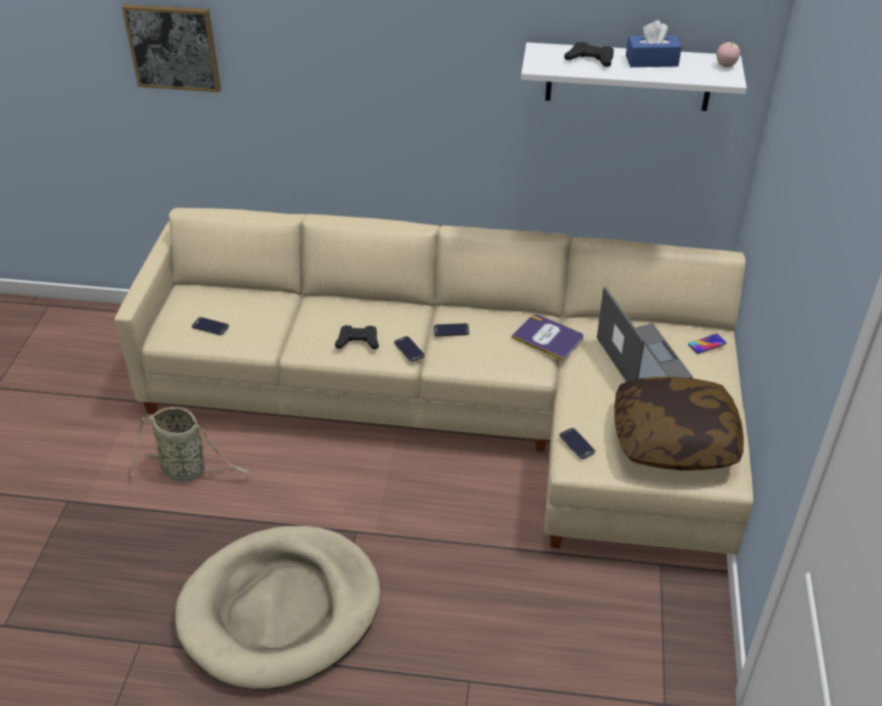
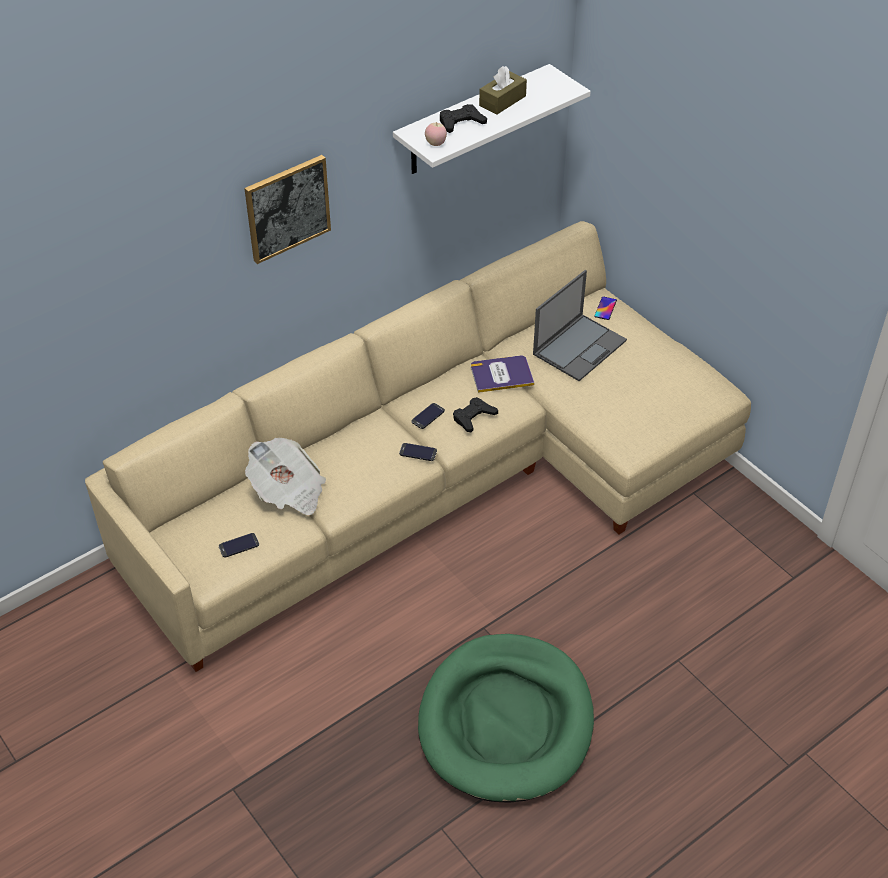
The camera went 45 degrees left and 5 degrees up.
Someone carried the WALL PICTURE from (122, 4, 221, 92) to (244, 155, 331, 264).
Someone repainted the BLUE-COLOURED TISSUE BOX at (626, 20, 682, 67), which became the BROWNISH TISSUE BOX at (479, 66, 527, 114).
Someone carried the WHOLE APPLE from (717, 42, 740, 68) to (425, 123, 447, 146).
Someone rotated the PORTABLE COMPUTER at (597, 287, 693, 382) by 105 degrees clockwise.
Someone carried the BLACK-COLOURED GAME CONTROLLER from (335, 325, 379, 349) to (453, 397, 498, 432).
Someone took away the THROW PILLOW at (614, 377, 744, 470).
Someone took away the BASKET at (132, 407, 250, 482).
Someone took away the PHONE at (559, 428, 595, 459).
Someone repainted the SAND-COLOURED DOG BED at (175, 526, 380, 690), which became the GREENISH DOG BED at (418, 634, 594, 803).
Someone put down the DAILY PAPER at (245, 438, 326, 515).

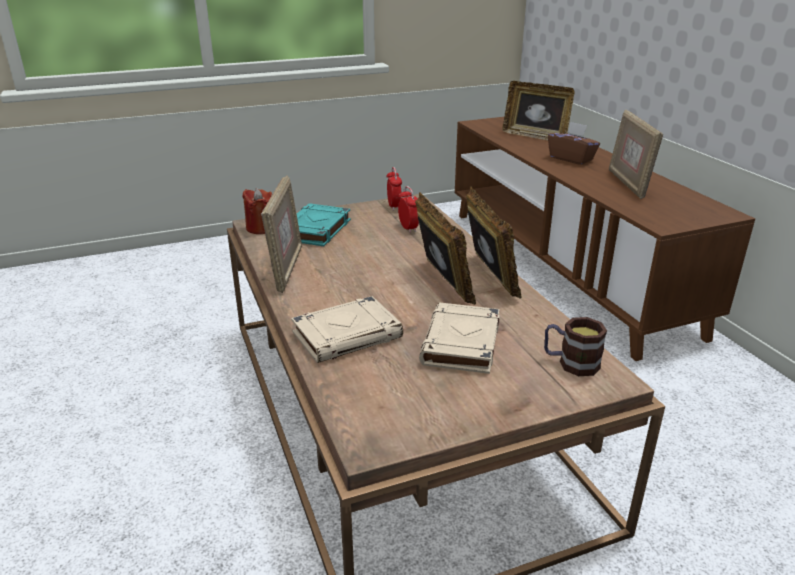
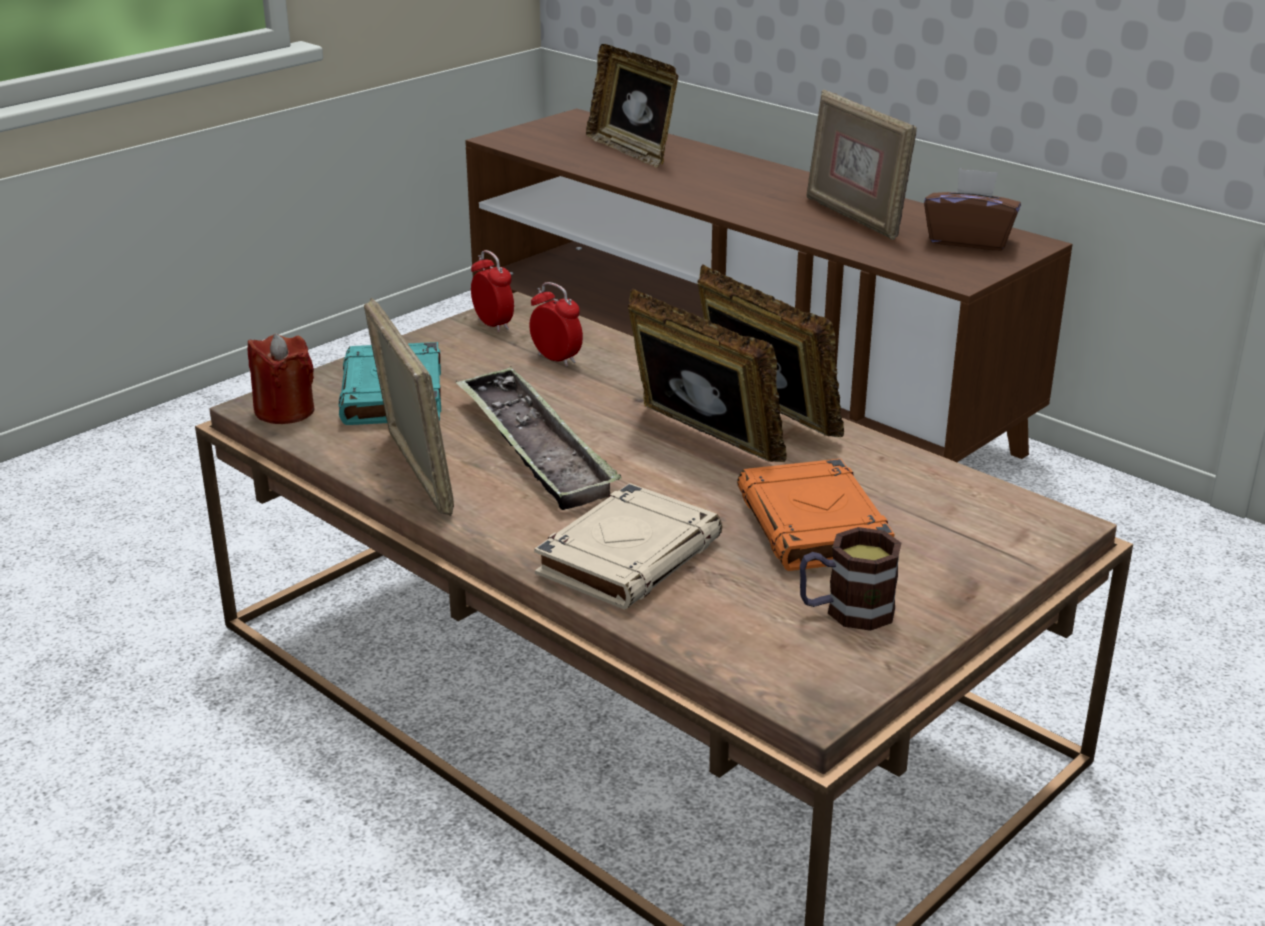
The camera went 25 degrees left and 0 degrees up.
Someone rotated the STANDING FRAME at (502, 81, 574, 141) by 45 degrees clockwise.
Someone carried the BROWNISH TISSUE BOX from (548, 122, 600, 165) to (924, 168, 1021, 250).
Someone repainted the SAND-COLOURED BOUND BOOK at (419, 303, 500, 374), which became the ORANGEY BOUND BOOK at (737, 459, 894, 571).
Someone carried the COFFEE MUG from (544, 317, 607, 376) to (800, 527, 901, 631).
Someone put down the TRAY at (456, 367, 622, 510).

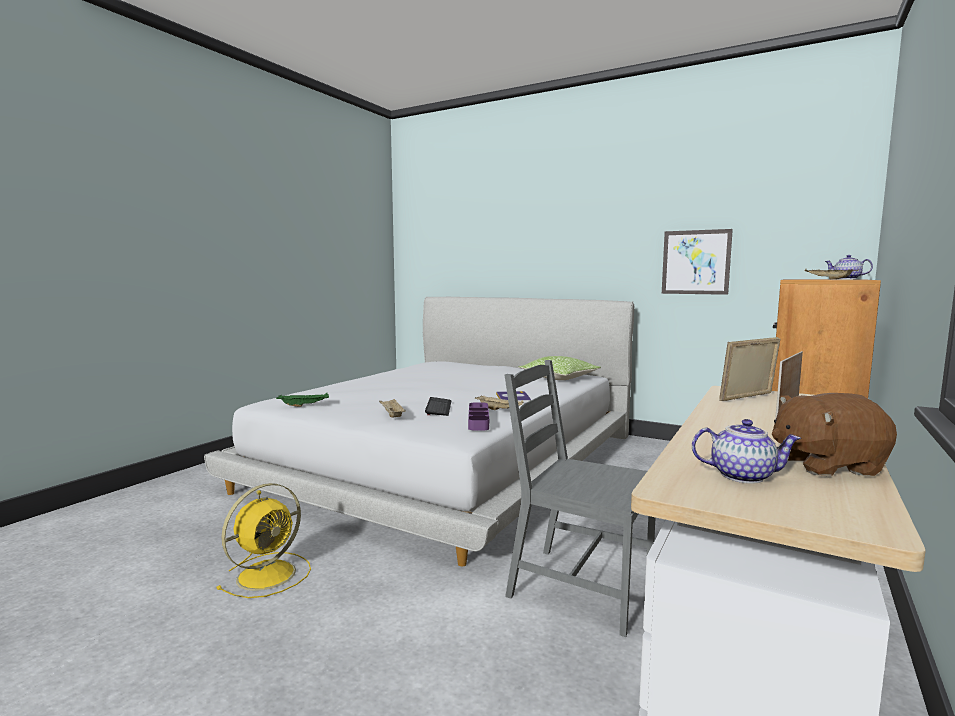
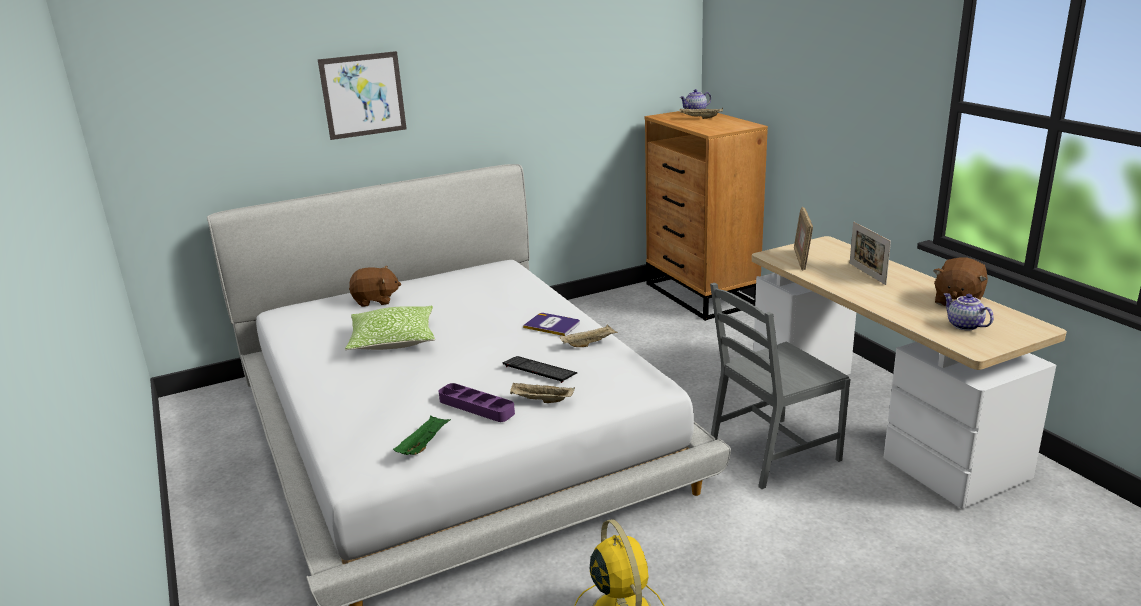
The camera went 55 degrees left and 15 degrees up.
Someone carried the WALL PICTURE from (662, 229, 733, 295) to (318, 51, 407, 140).
Someone carried the THROW PILLOW from (518, 356, 601, 380) to (345, 306, 435, 350).
Someone carried the PURPLE-COLOURED TRAY from (468, 403, 489, 430) to (439, 383, 515, 422).
Someone rotated the TEA POT at (692, 419, 802, 484) by 75 degrees counterclockwise.
Someone put down the BROWNISH SOFT TOY at (349, 266, 401, 307).

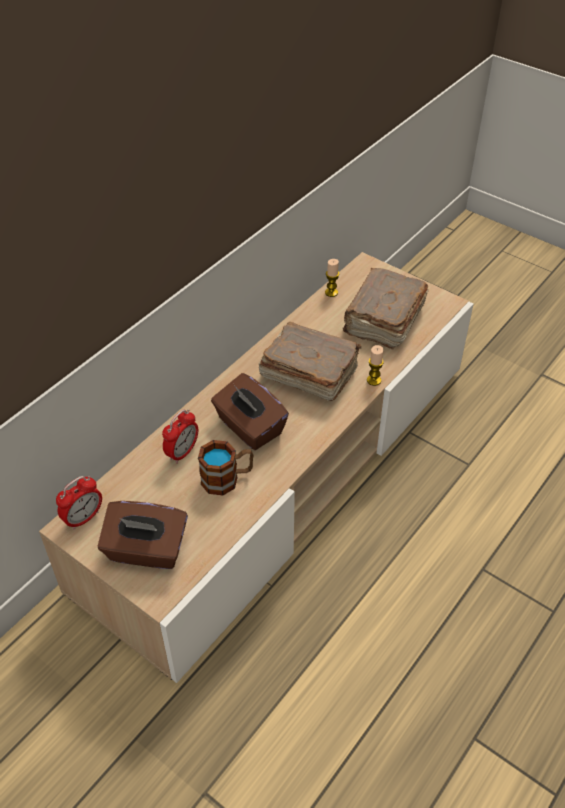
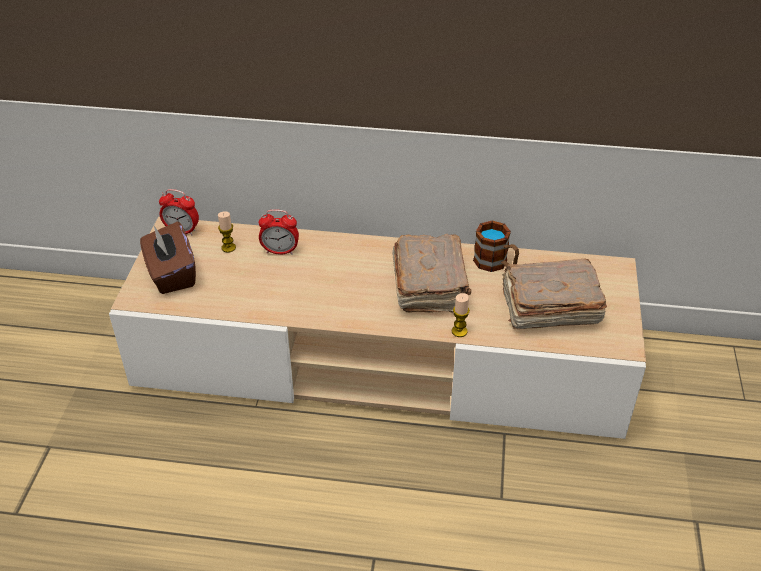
The camera went 60 degrees right and 5 degrees down.
Someone carried the WAX CANDLE from (325, 259, 339, 297) to (218, 211, 236, 253).
Someone took away the BROWNISH TISSUE BOX at (211, 373, 289, 450).
Someone carried the COFFEE MUG from (198, 440, 253, 495) to (473, 221, 519, 272).

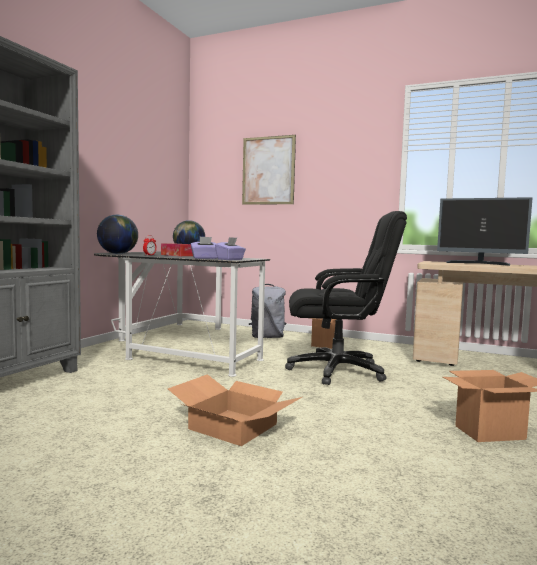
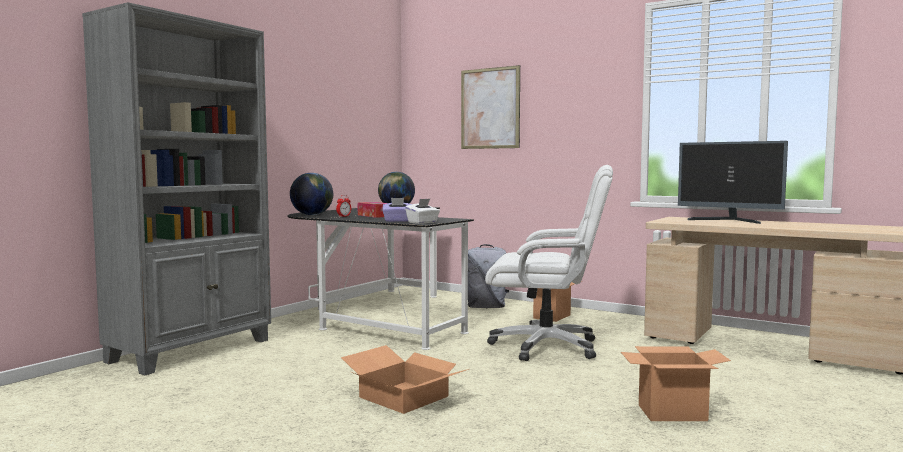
The camera went 10 degrees right and 0 degrees up.
Someone repainted the BLACK-COLOURED OFFICE CHAIR at (285, 211, 407, 385), which became the WHITE OFFICE CHAIR at (485, 165, 613, 361).
Someone repainted the PURPLE-COLOURED TISSUE BOX at (215, 237, 246, 260), which became the WHITE TISSUE BOX at (405, 199, 440, 224).

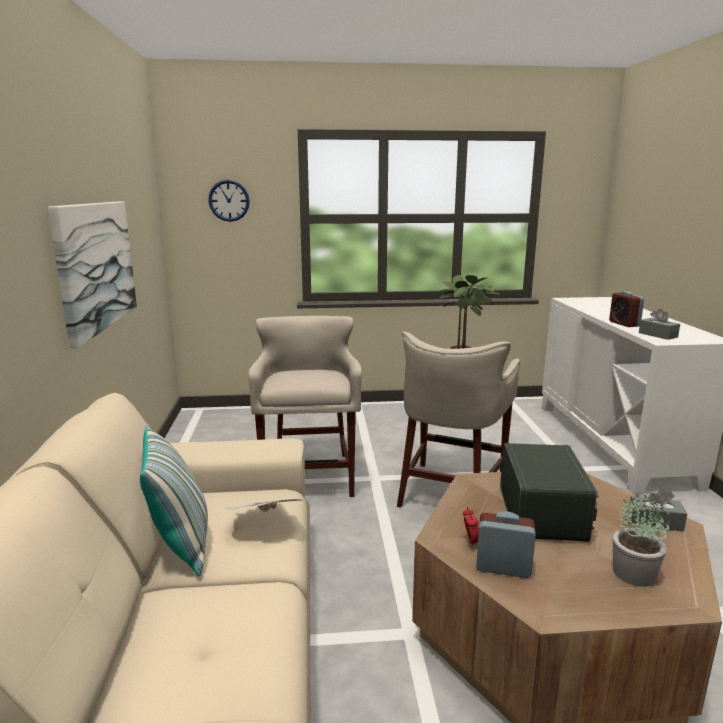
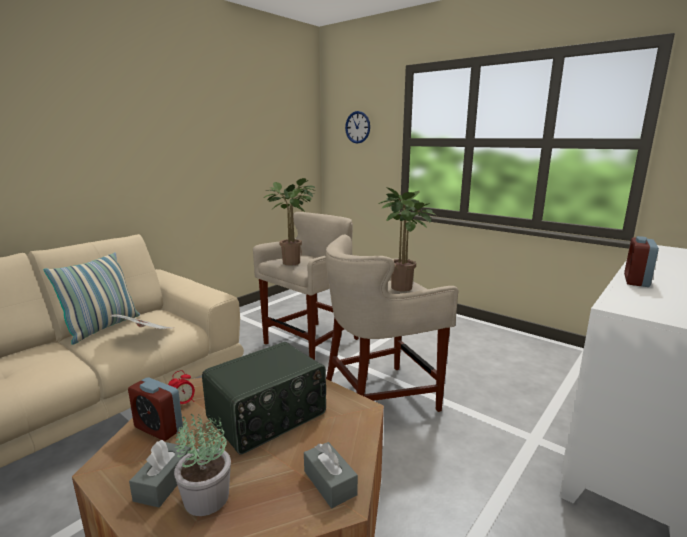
The camera went 45 degrees right and 0 degrees up.
Someone took away the WALL PICTURE at (48, 201, 137, 348).
Someone carried the GRAY TISSUE BOX from (639, 309, 680, 340) to (129, 440, 191, 507).
Someone rotated the ALARM CLOCK at (476, 511, 536, 578) by 150 degrees clockwise.
Someone put down the POTTED PLANT at (264, 178, 315, 265).

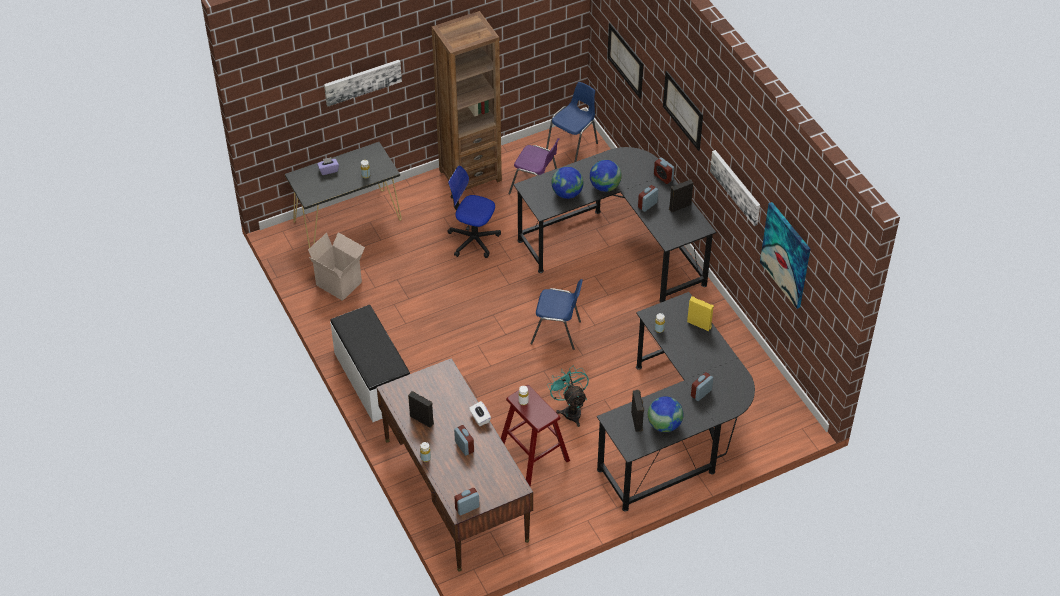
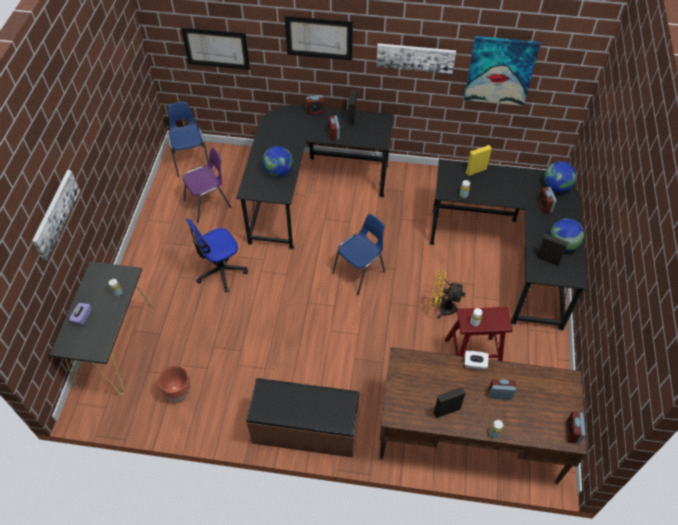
The camera went 55 degrees left and 5 degrees up.
Someone took away the BROWNISH BOOKSHELF at (432, 11, 502, 190).
Someone carried the DESK GLOBE from (590, 160, 622, 192) to (544, 161, 577, 193).
Someone swapped the CARDBOARD BOX at (308, 232, 365, 301) for the BROWNISH PLANTER at (158, 366, 191, 401).
Someone repainted the WHITE BENCH at (330, 305, 410, 422), which became the BROWNISH BENCH at (246, 378, 360, 458).
Someone repainted the TURQUOISE-COLOURED FAN at (547, 366, 589, 427), which became the YELLOW-COLOURED FAN at (430, 270, 465, 319).

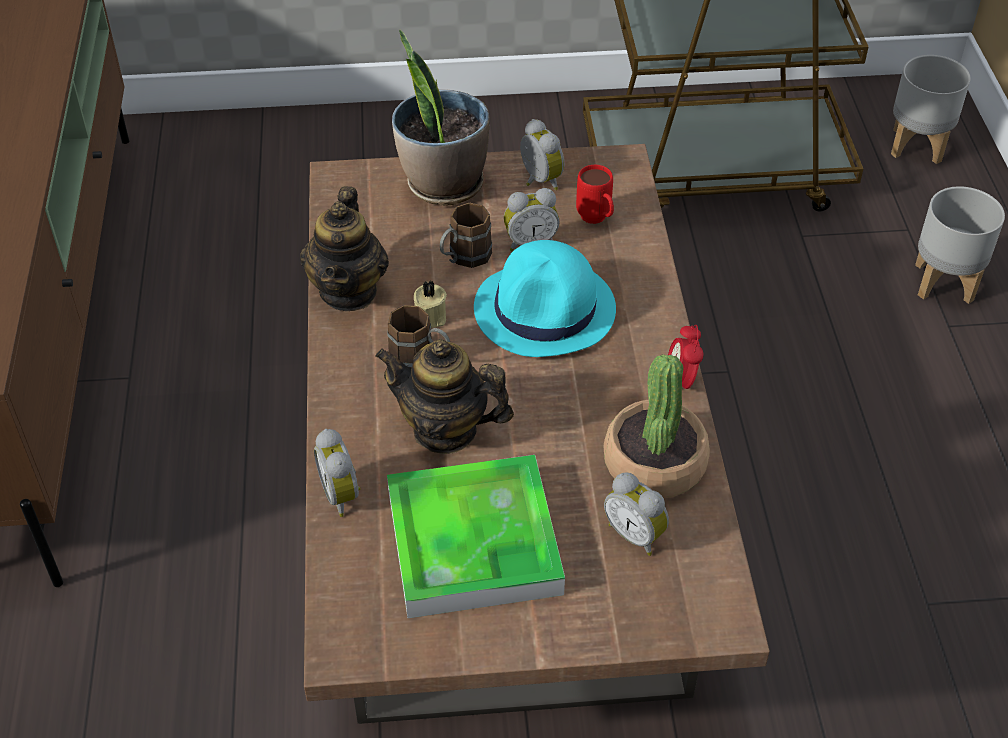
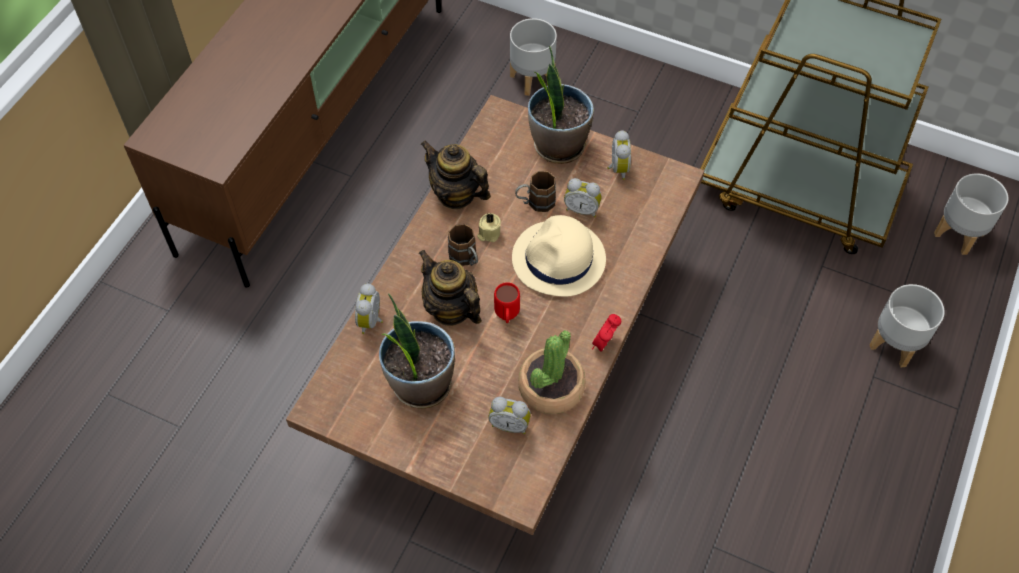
The camera went 30 degrees right and 10 degrees up.
Someone carried the RED COFFEE MUG from (576, 165, 614, 224) to (494, 282, 520, 323).
Someone rotated the TEA POT at (300, 186, 389, 311) by 90 degrees clockwise.
Someone repainted the TURQUOISE-COLOURED CLOTHING HAT at (474, 240, 616, 357), which became the SAND-COLOURED CLOTHING HAT at (512, 215, 606, 297).
Someone swapped the TRAY at (387, 455, 565, 618) for the POTTED PLANT at (379, 294, 455, 409).
Someone rotated the ALARM CLOCK at (604, 472, 669, 556) by 60 degrees counterclockwise.
Someone put down the GRAY PLANTER at (510, 18, 557, 96).

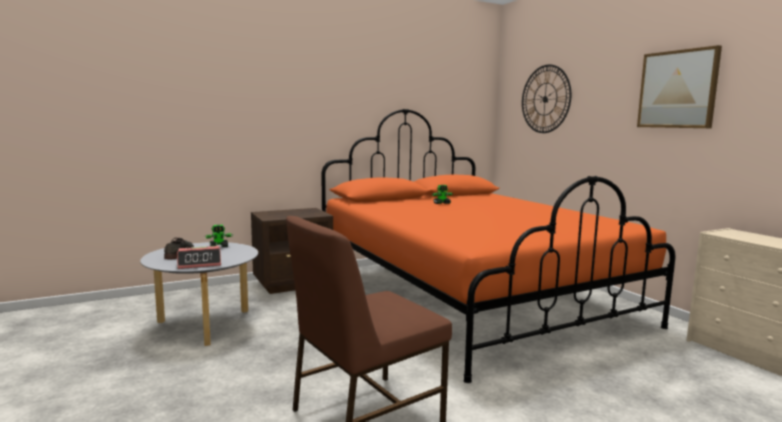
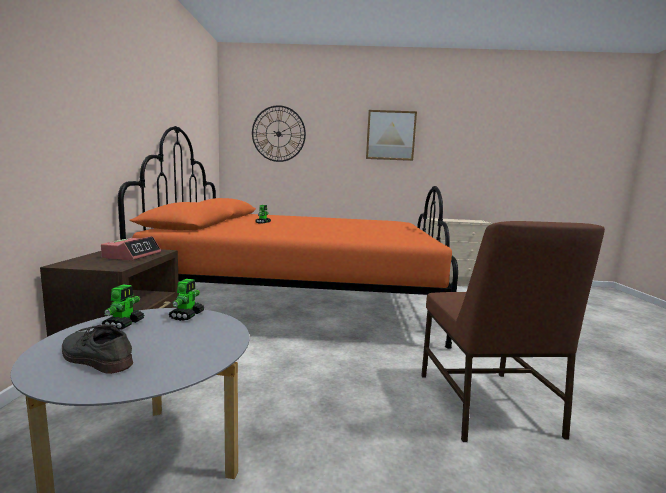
The camera went 60 degrees left and 0 degrees up.
Someone carried the ALARM CLOCK from (177, 246, 221, 269) to (101, 236, 161, 260).
Someone put down the TOY ROBOT at (168, 279, 205, 321).

